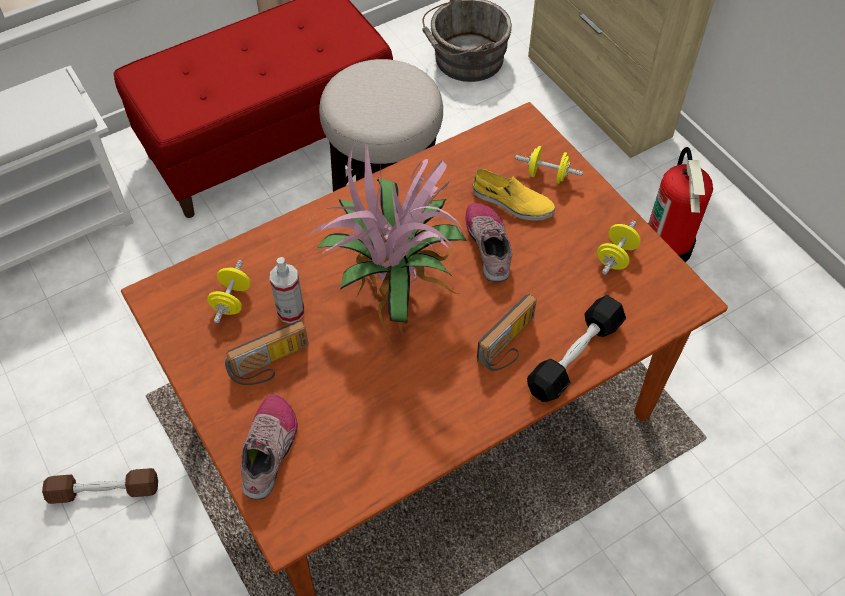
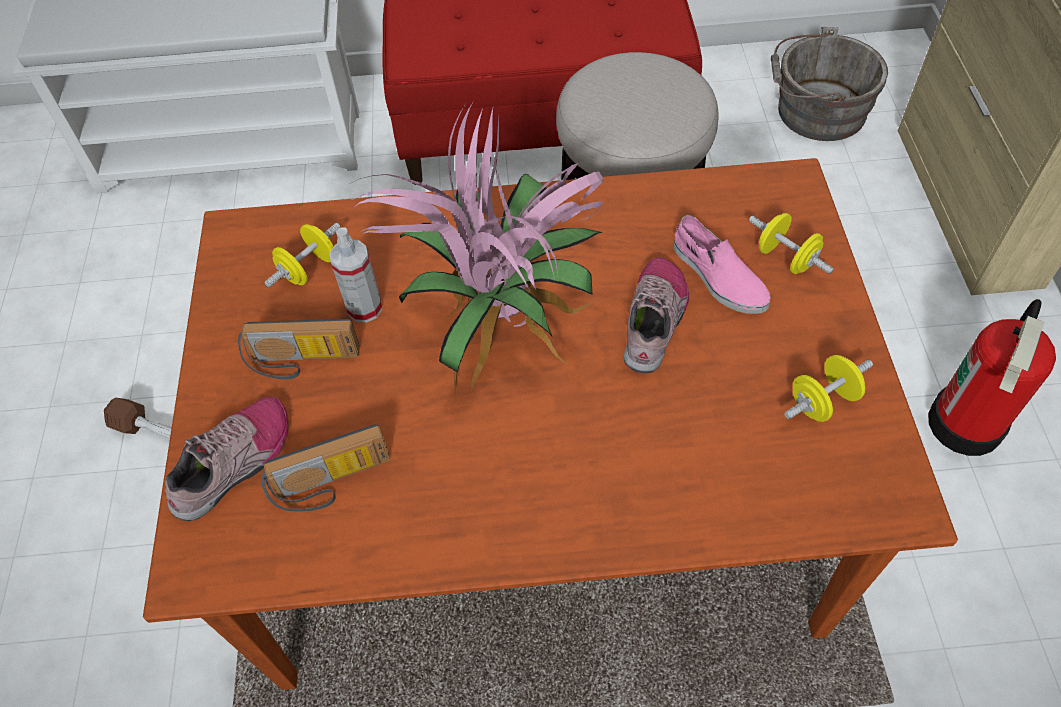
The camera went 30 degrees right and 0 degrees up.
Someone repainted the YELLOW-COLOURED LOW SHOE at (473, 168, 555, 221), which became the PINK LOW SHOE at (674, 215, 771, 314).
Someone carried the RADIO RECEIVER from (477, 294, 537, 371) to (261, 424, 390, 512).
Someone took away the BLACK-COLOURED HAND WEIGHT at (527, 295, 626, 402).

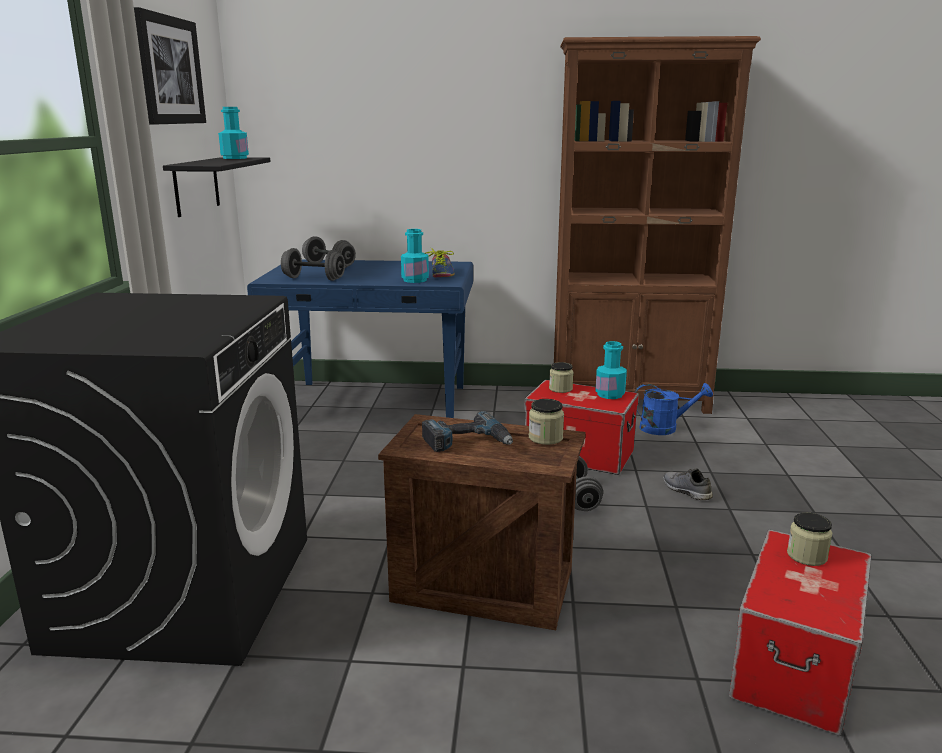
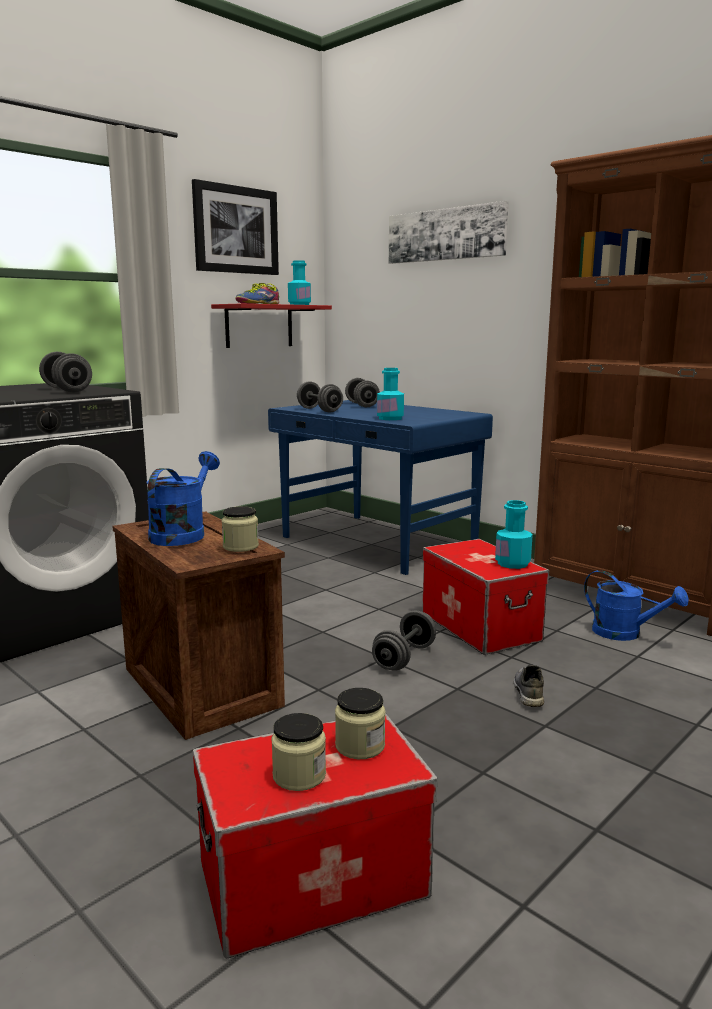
The camera went 40 degrees right and 5 degrees down.
Someone repainted the BLACK-COLOURED SHELF at (163, 157, 271, 217), which became the RED SHELF at (211, 304, 332, 348).
Someone carried the LOW SHOE from (425, 248, 454, 277) to (235, 283, 279, 304).
Someone carried the PRESERVE JAR from (549, 362, 573, 393) to (271, 713, 326, 791).
Someone swapped the POWER DRILL at (422, 411, 513, 452) for the BLUE-COLOURED SPRINKLING CAN at (146, 451, 220, 546).
Someone put up the WALL PICTURE at (389, 201, 508, 264).
Someone put down the GRAY HAND WEIGHT at (39, 352, 92, 392).

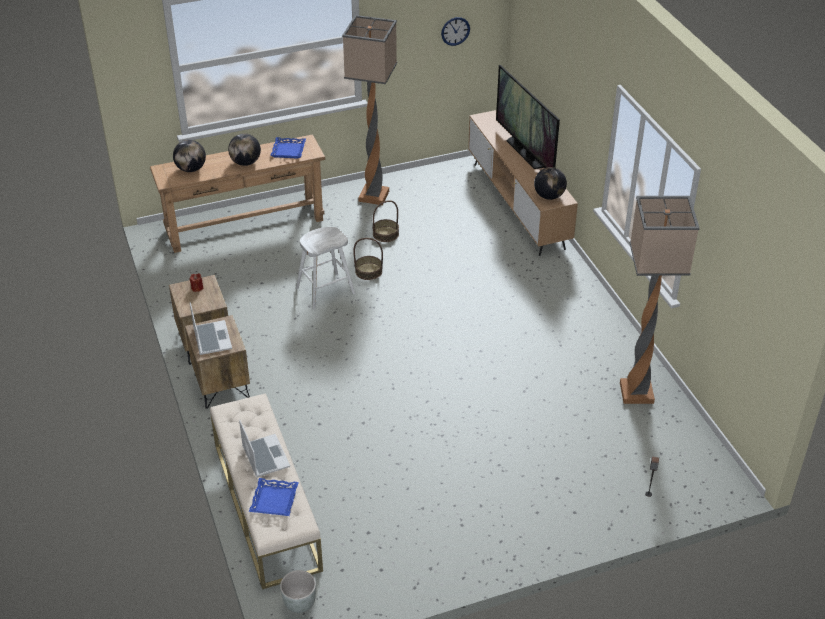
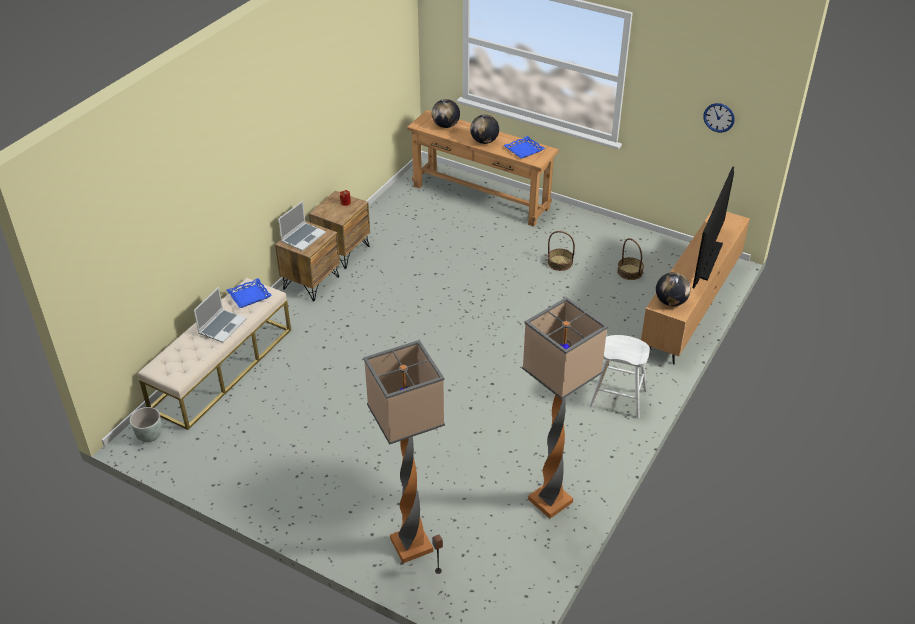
The camera went 50 degrees right and 0 degrees up.
Someone carried the FLOOR LAMP from (342, 15, 397, 205) to (363, 340, 445, 563).
Someone carried the WHITE SITTING STOOL from (296, 227, 355, 309) to (590, 335, 650, 418).
Someone carried the BASKET from (353, 238, 383, 280) to (617, 238, 644, 280).
Someone carried the BLUE-COLOURED TRAY from (249, 478, 299, 516) to (227, 278, 272, 308).

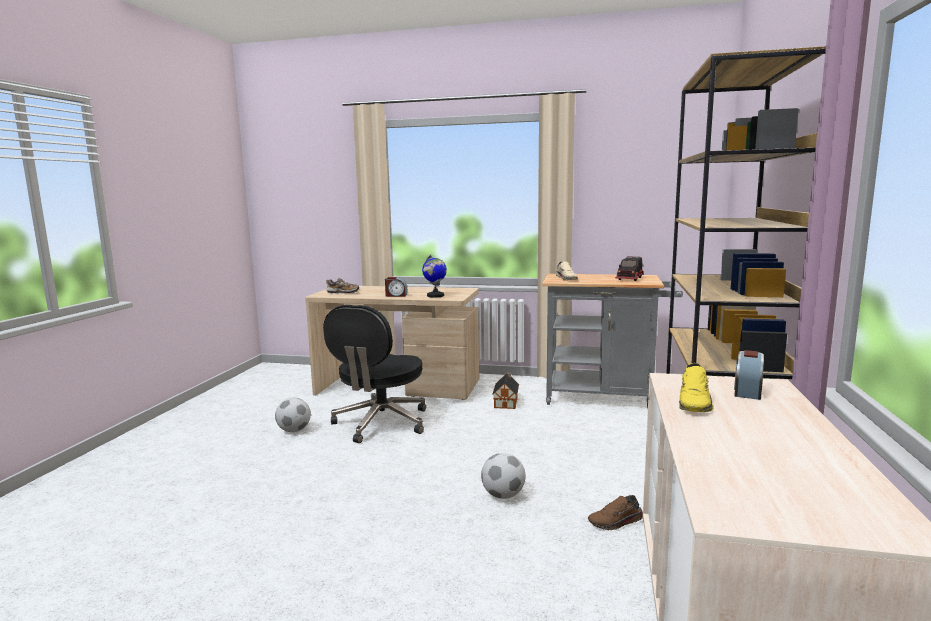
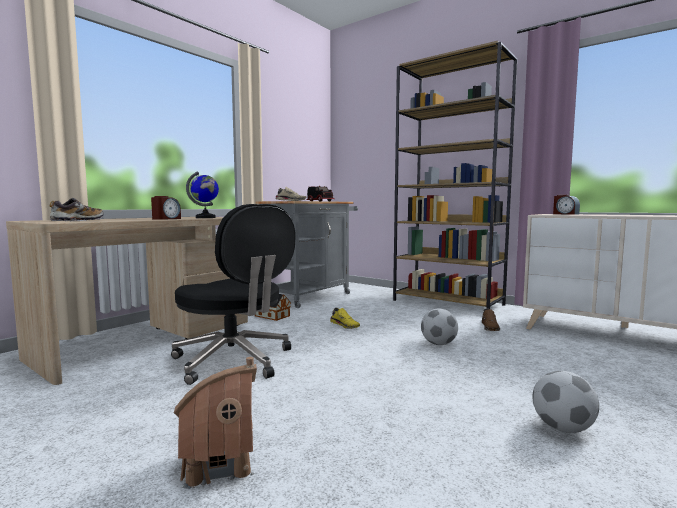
The camera went 65 degrees left and 5 degrees down.
Someone carried the YELLOW-COLOURED LOW SHOE from (679, 363, 714, 412) to (330, 308, 360, 329).
Someone carried the BALL FOR FOOTBALL from (275, 398, 311, 432) to (533, 371, 599, 433).
Someone put down the MODEL HOUSE at (174, 357, 257, 489).

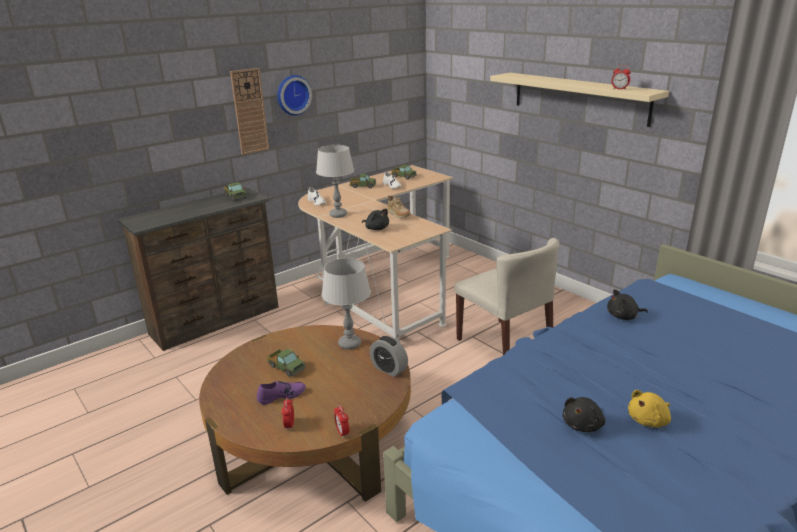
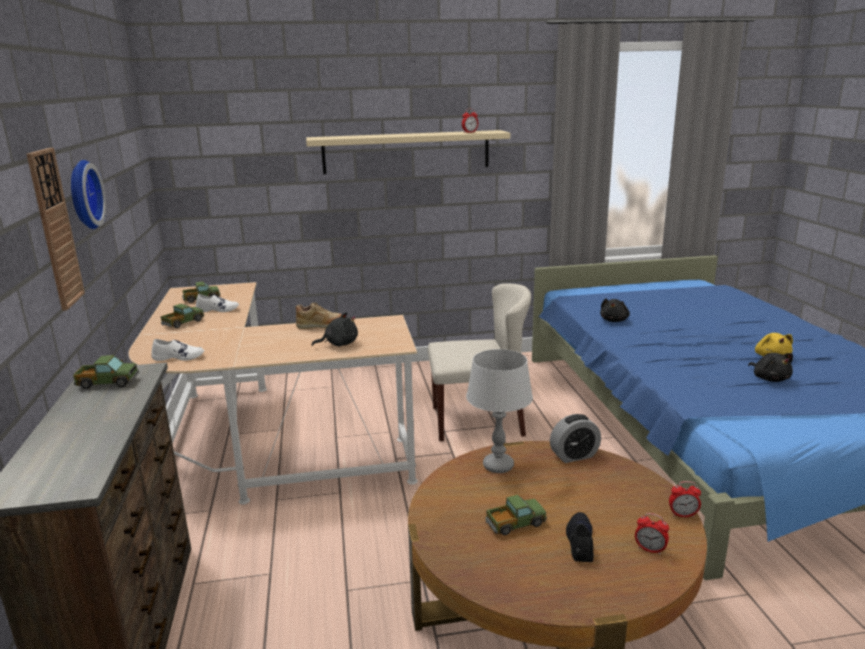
The camera went 60 degrees left and 5 degrees down.
Someone took away the GRAY TABLE LAMP at (316, 145, 354, 218).
Someone repainted the PURPLE-COLOURED LOW SHOE at (257, 381, 306, 405), which became the BLACK-COLOURED LOW SHOE at (566, 512, 594, 562).

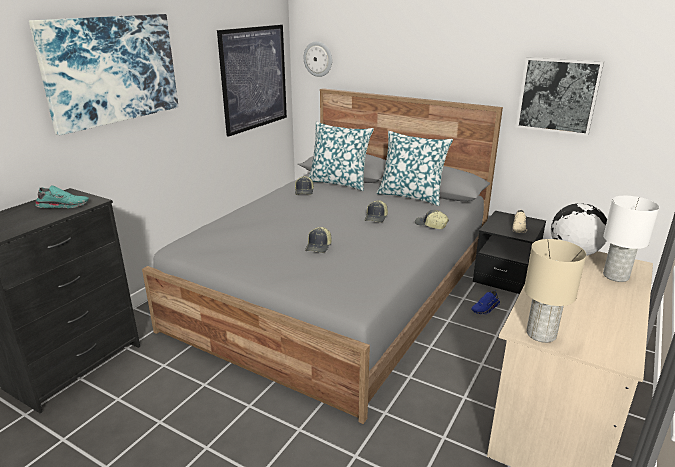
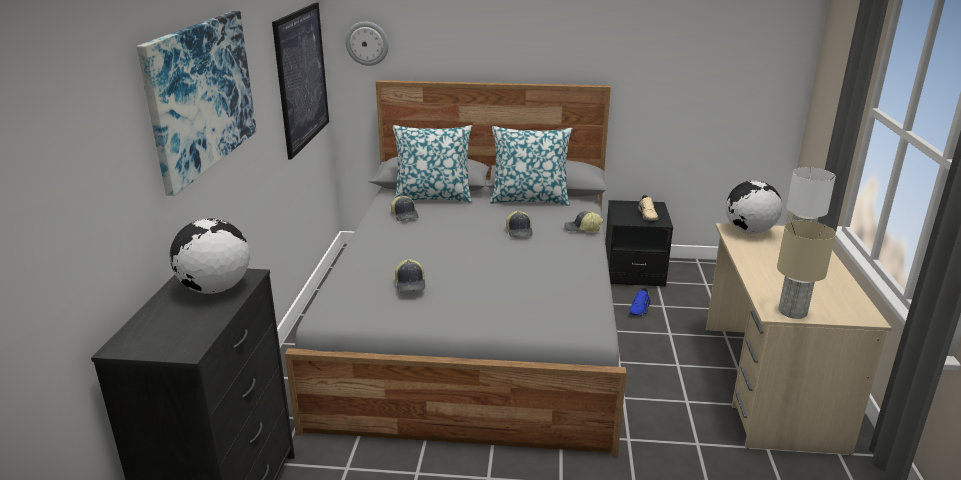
The camera went 25 degrees left and 0 degrees up.
Someone took away the WALL PICTURE at (516, 57, 604, 136).
Someone swapped the TURQUOISE-COLOURED LOW SHOE at (35, 185, 89, 208) for the DESK GLOBE at (170, 218, 250, 294).
Someone carried the BASEBALL CAP from (305, 227, 331, 253) to (395, 259, 425, 292).

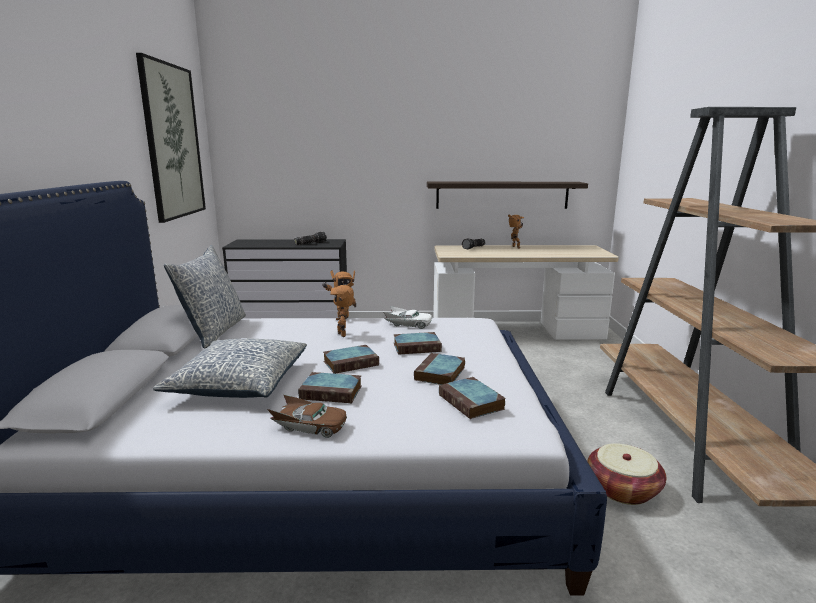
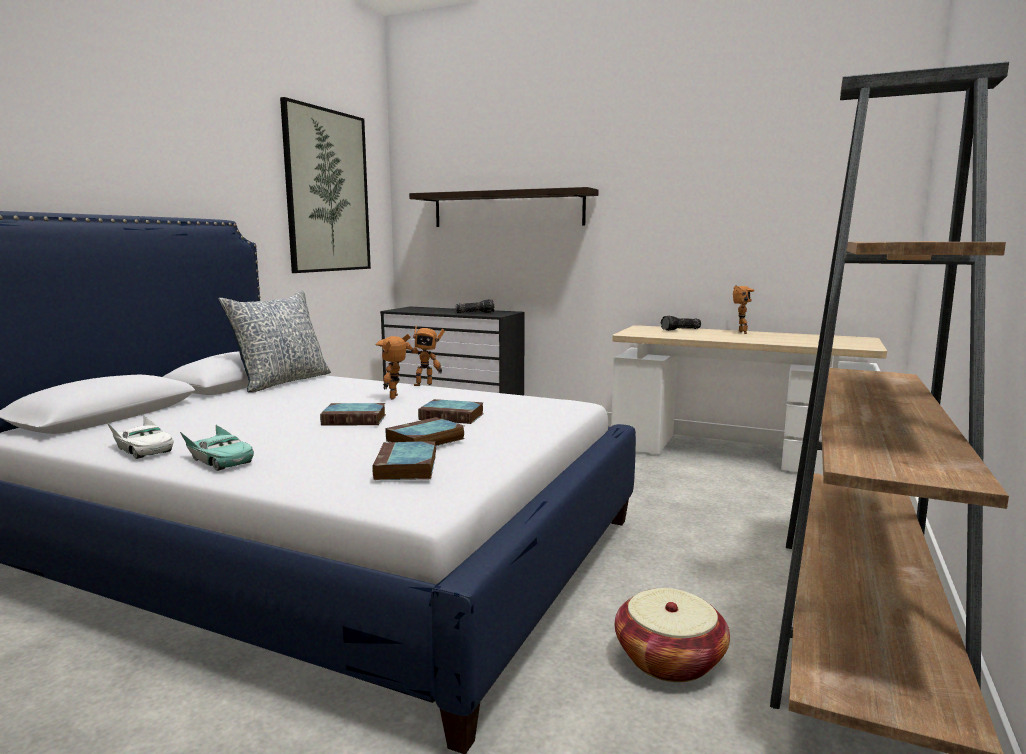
The camera went 25 degrees right and 5 degrees down.
Someone carried the SHELF from (427, 182, 588, 209) to (409, 187, 598, 227).
Someone carried the WHITE MODEL CAR from (383, 306, 432, 329) to (107, 416, 173, 459).
Someone took away the THROW PILLOW at (153, 338, 307, 398).
Someone took away the BOUND BOOK at (298, 372, 361, 403).
Someone repainted the BROWNISH MODEL CAR at (267, 394, 347, 438), which became the TURQUOISE-COLOURED MODEL CAR at (180, 425, 254, 471).

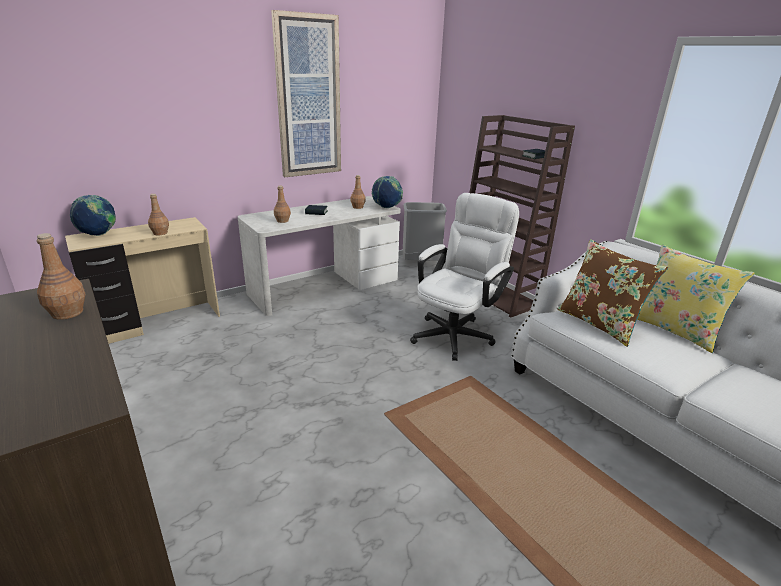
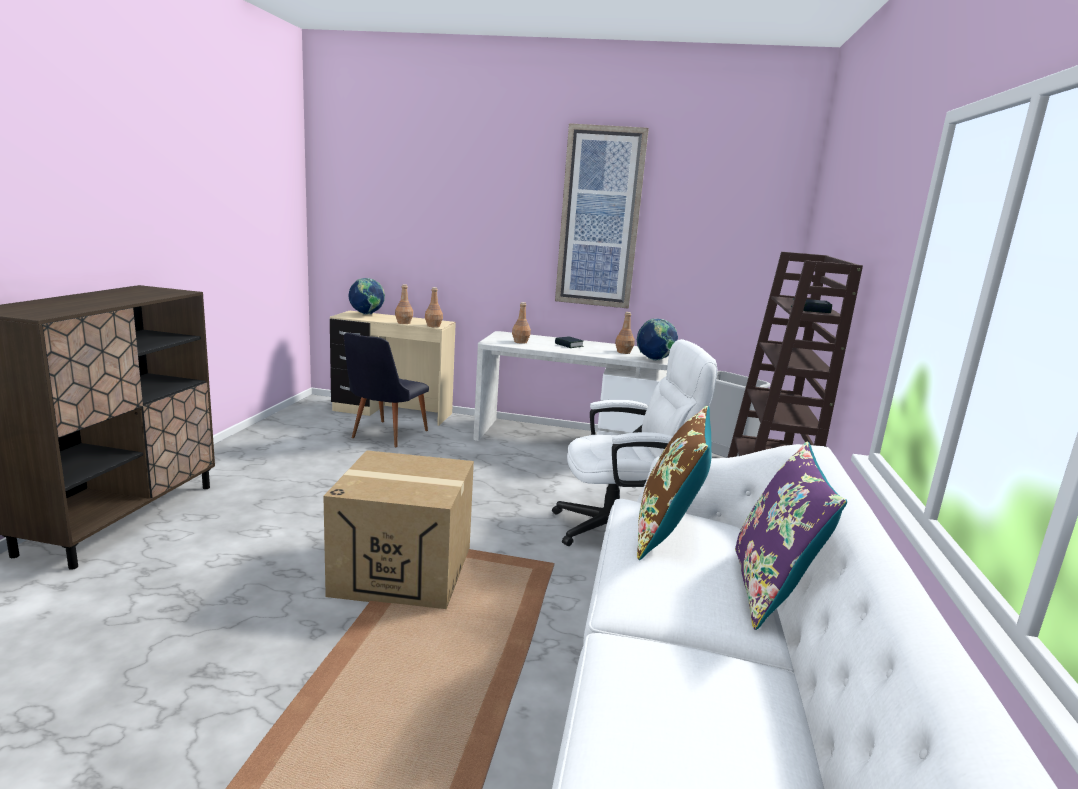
The camera went 45 degrees right and 10 degrees down.
Someone carried the BROWNISH DRINK BOTTLE from (37, 233, 86, 320) to (425, 287, 443, 327).
Someone repainted the YELLOW-COLOURED THROW PILLOW at (637, 245, 755, 353), which became the PURPLE-COLOURED THROW PILLOW at (735, 442, 847, 630).
Someone put down the BLACK-COLOURED UPRIGHT CHAIR at (344, 333, 429, 447).
Someone put down the CARDBOARD BOX at (323, 450, 474, 609).

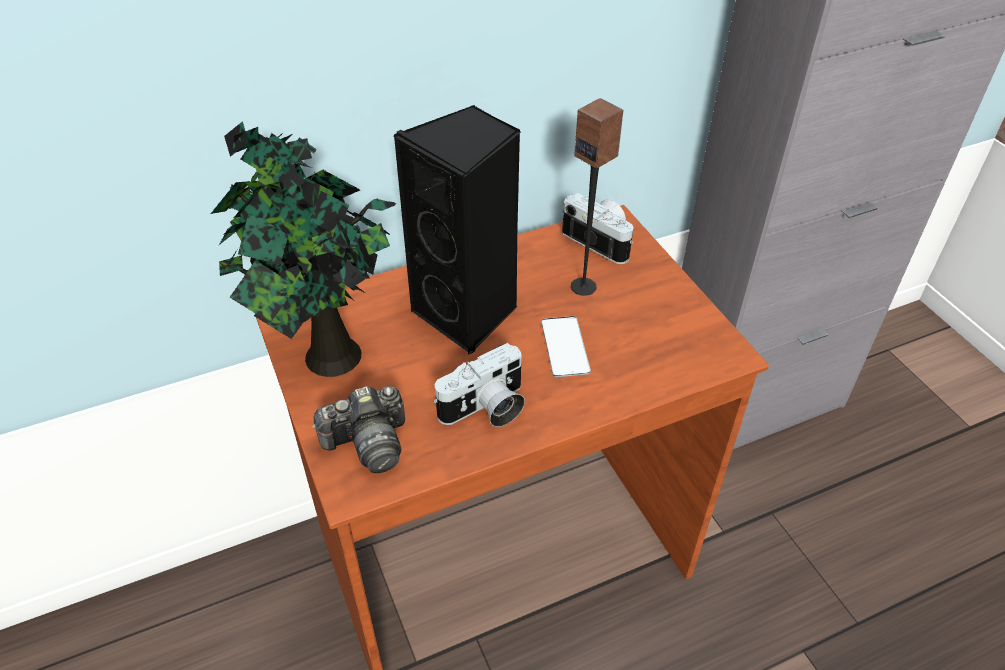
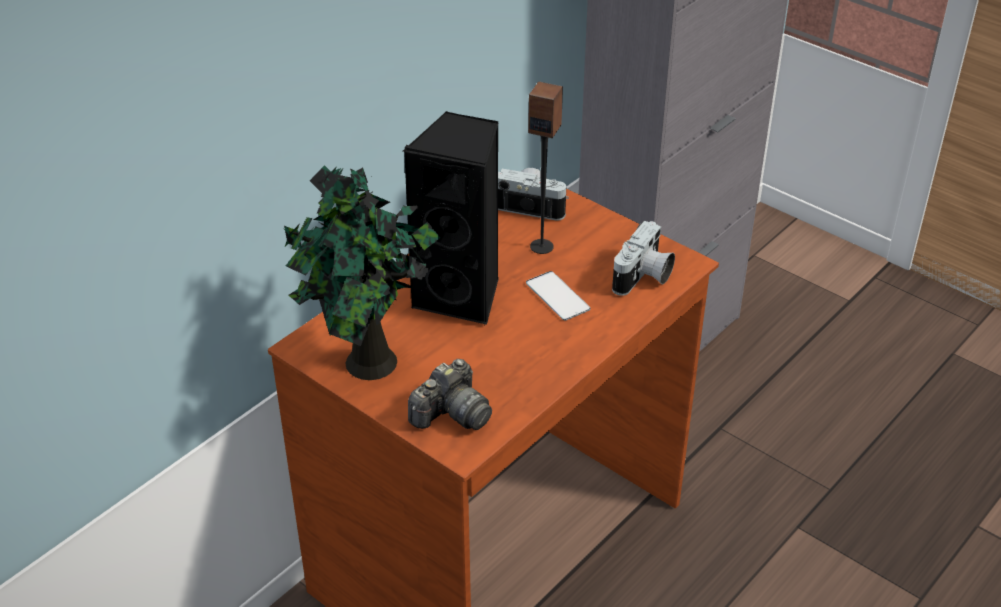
The camera went 25 degrees left and 5 degrees down.
Someone carried the PHOTO CAMERA from (434, 343, 525, 427) to (612, 221, 675, 296).

